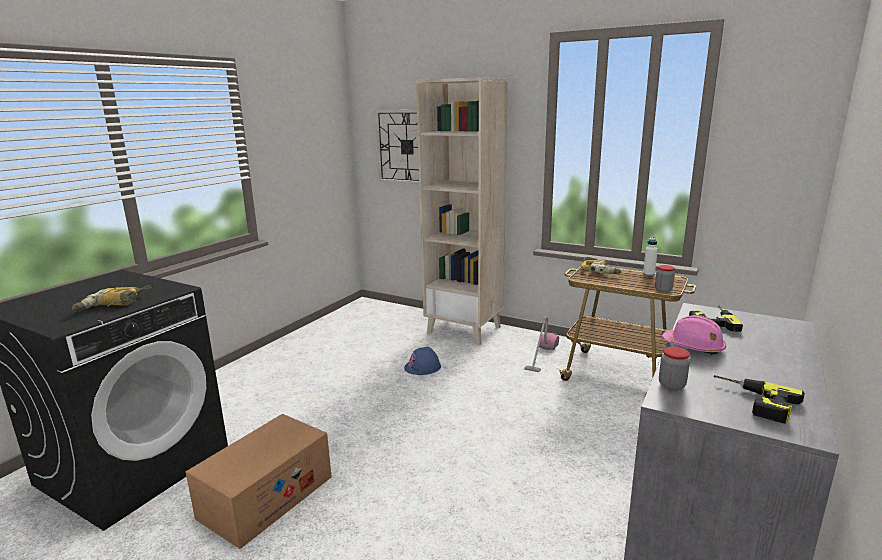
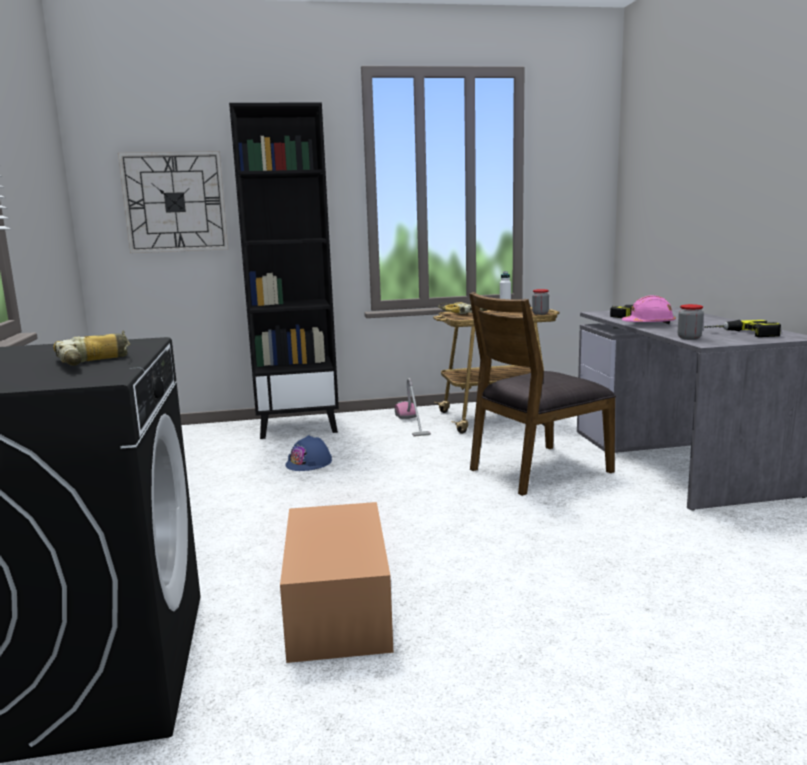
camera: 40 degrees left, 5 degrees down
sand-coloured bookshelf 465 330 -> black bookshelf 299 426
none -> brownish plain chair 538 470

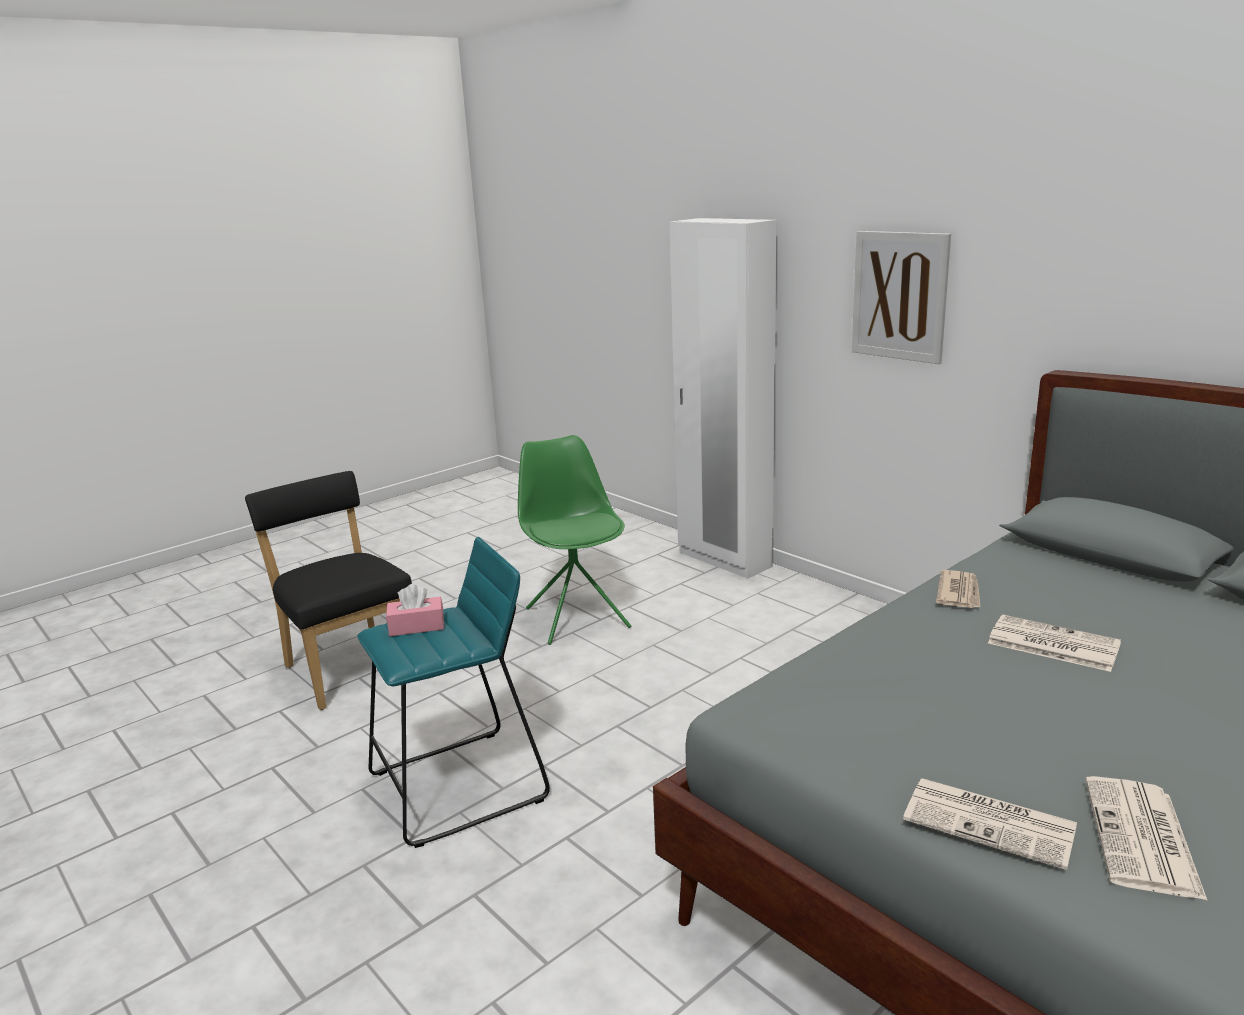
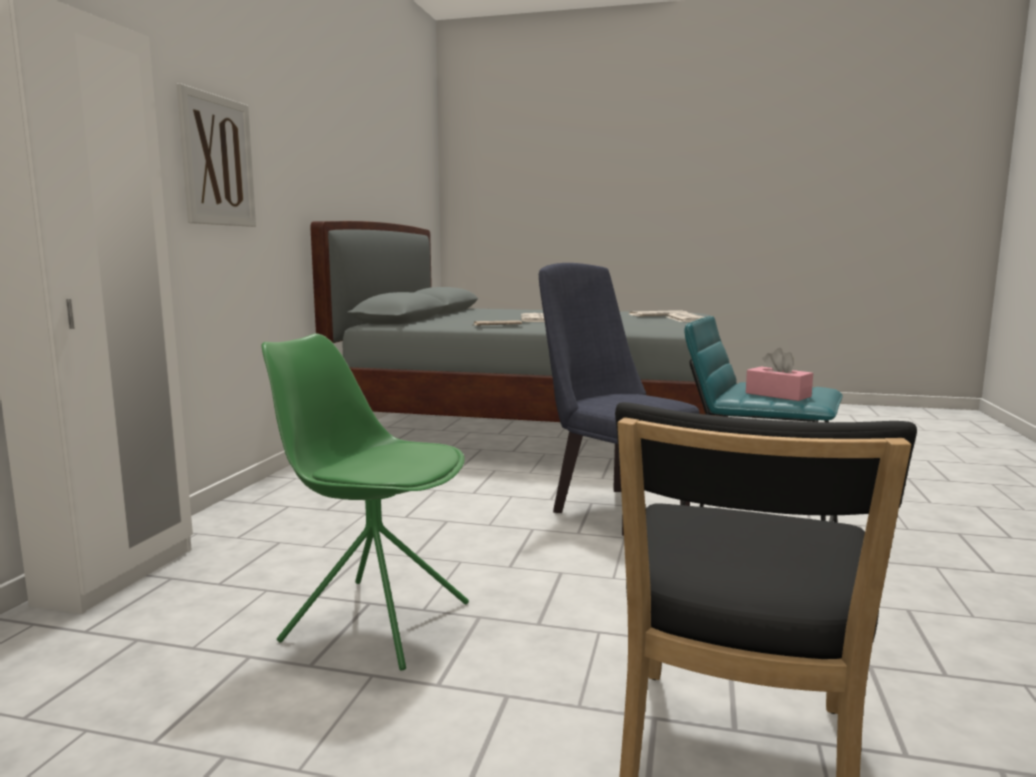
camera: 125 degrees left, 10 degrees down
green-coloured plain chair 577 617 -> green-coloured plain chair 374 621, 75 degrees clockwise
none -> blue-coloured plain chair 611 508

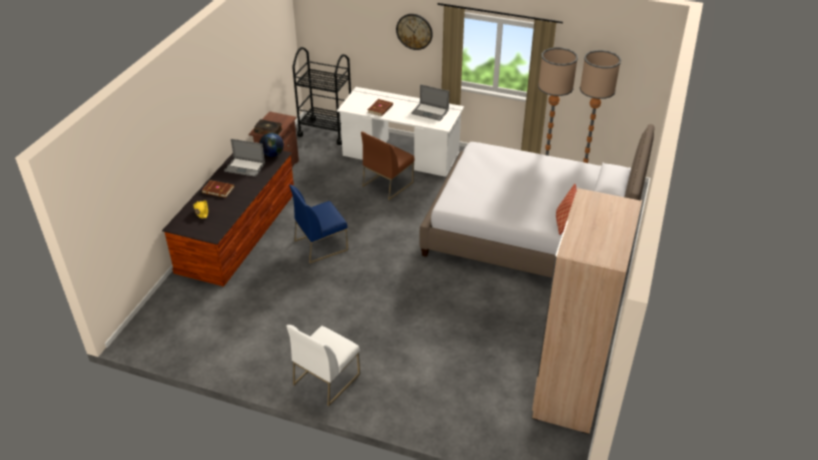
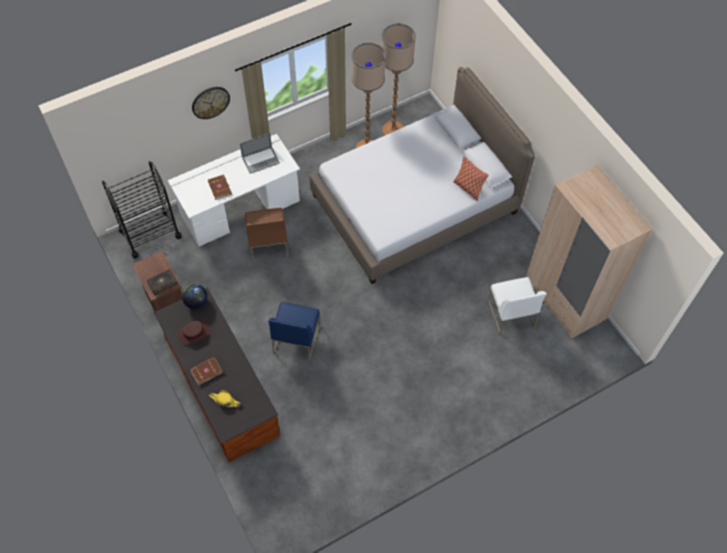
camera: 50 degrees left, 20 degrees up
notebook computer 244 167 -> brownish hat 194 333
whitish plain chair 326 379 -> whitish plain chair 510 314, moved

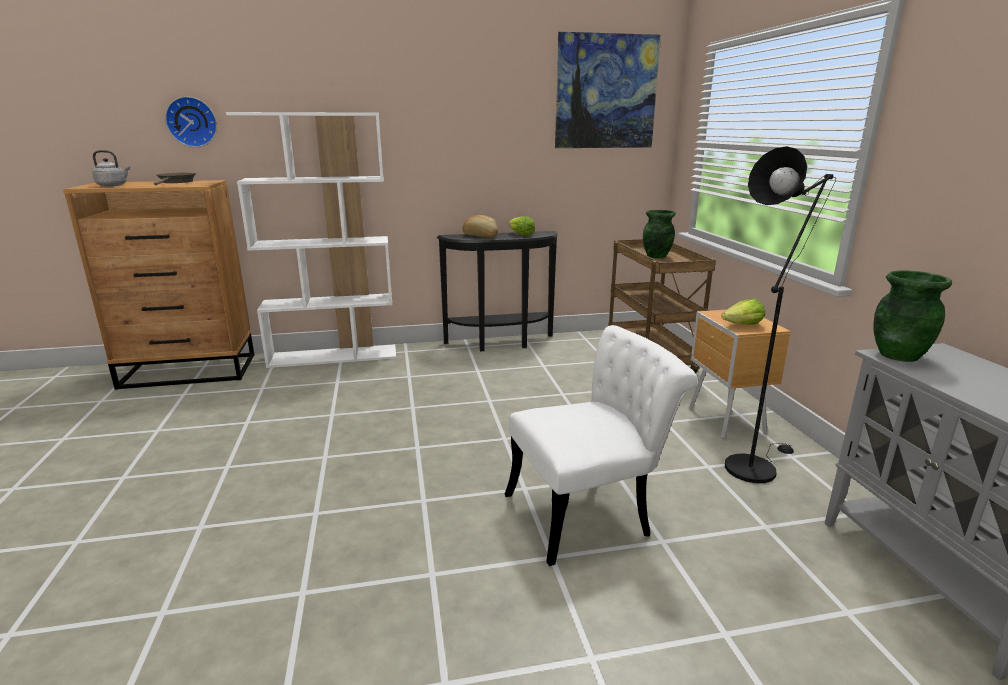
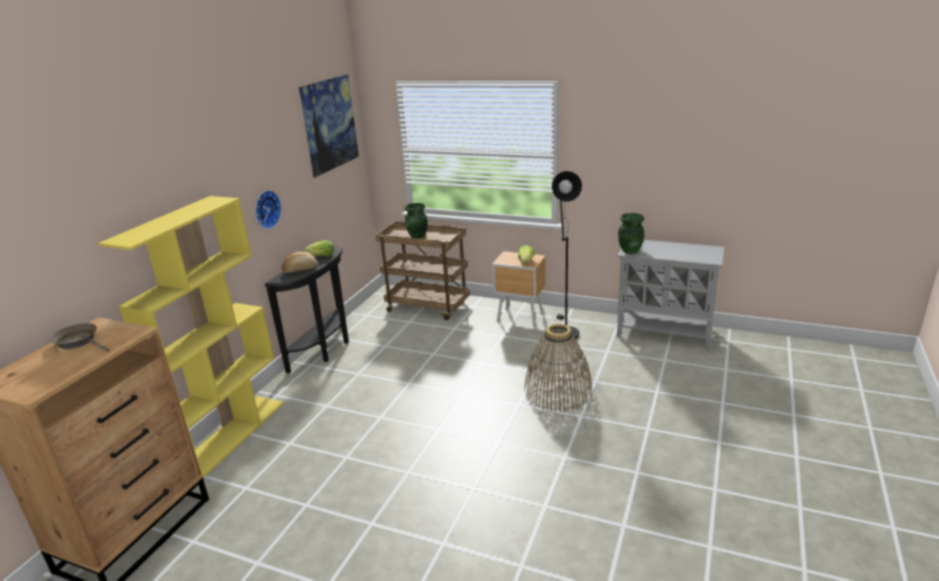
camera: 55 degrees left, 5 degrees up
whitish bookshelf 334 356 -> yellowish bookshelf 232 434
wall clock 192 122 -> wall clock 265 209, moved
whitish plain chair 590 512 -> basket 558 392
gray tea kettle 113 185 -> none

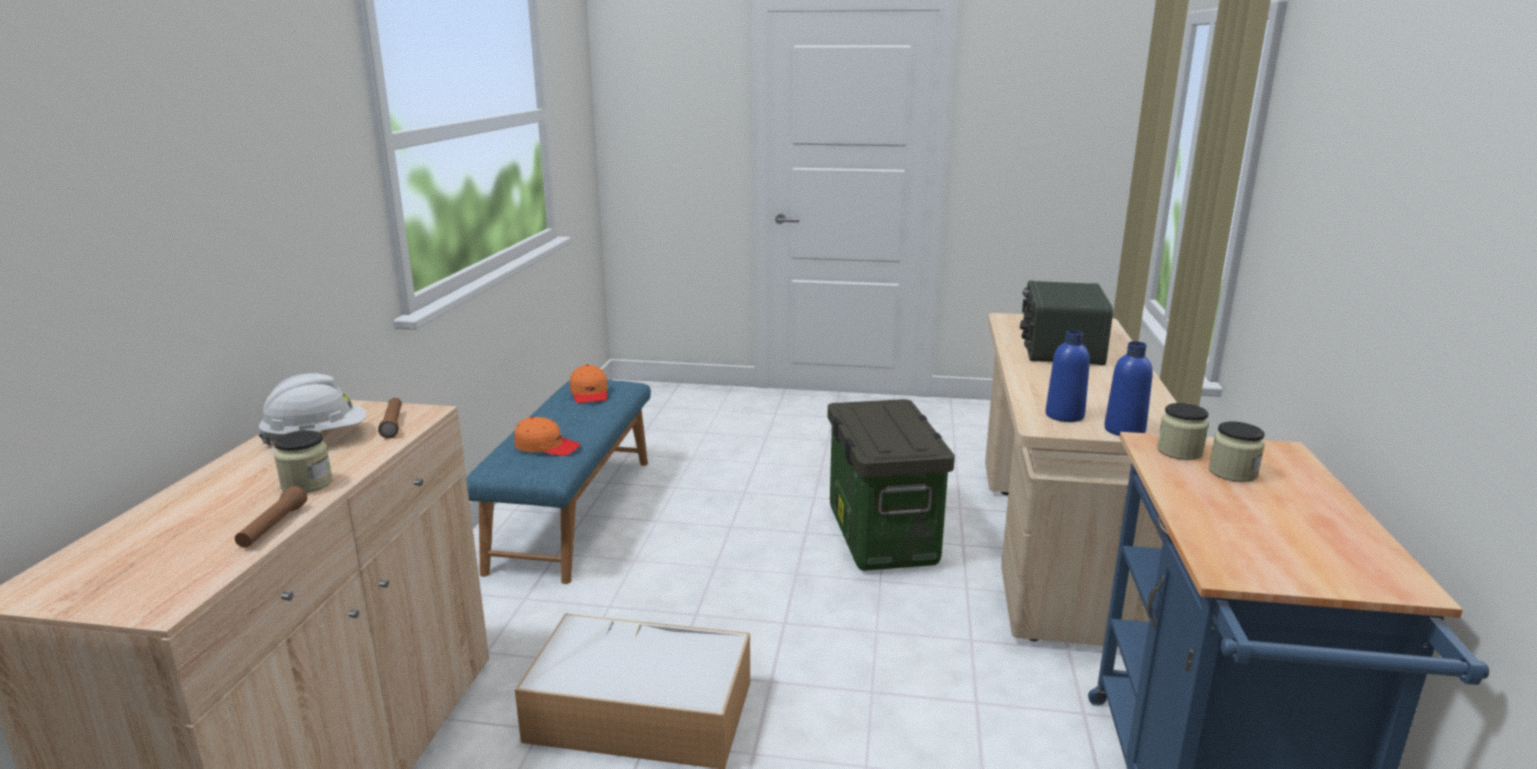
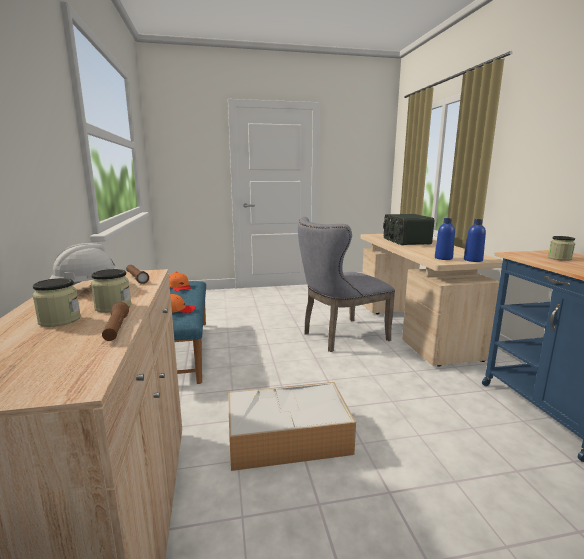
camera: 20 degrees left, 5 degrees down
jar 1179 451 -> jar 59 320, moved
storage container 879 535 -> gray plain chair 339 336

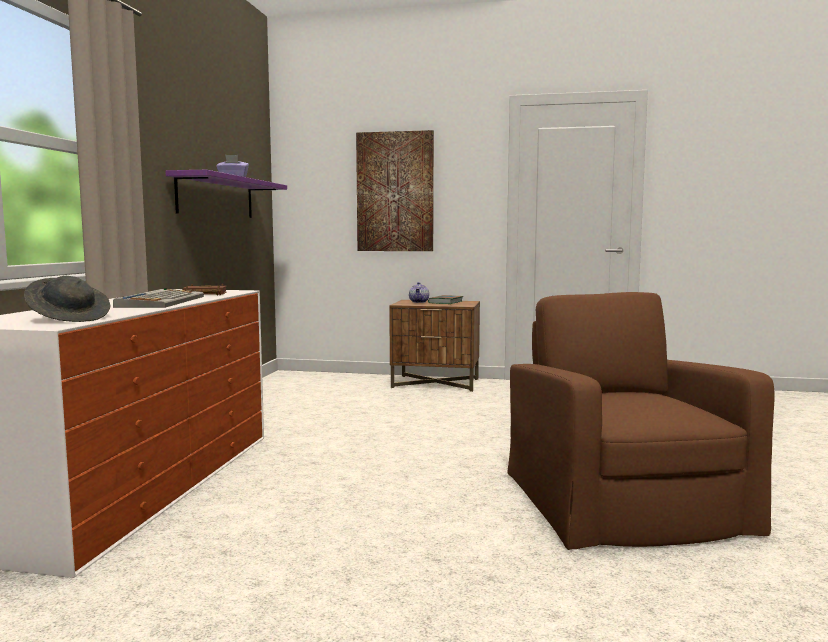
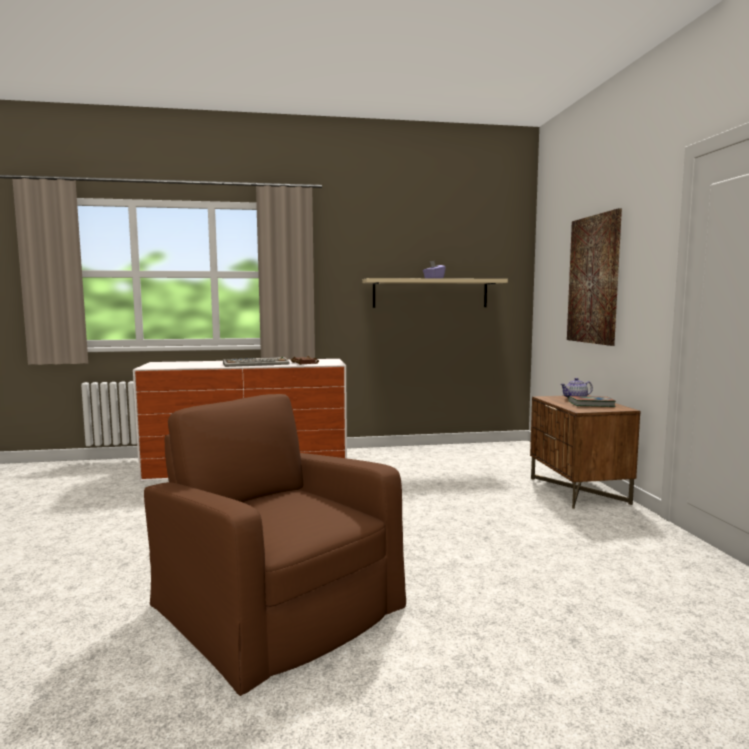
camera: 70 degrees right, 0 degrees up
brownish armchair 622 500 -> brownish armchair 275 604, 105 degrees counterclockwise
purplish wall shelf 216 197 -> sand-coloured wall shelf 430 293
gray hat 70 318 -> none

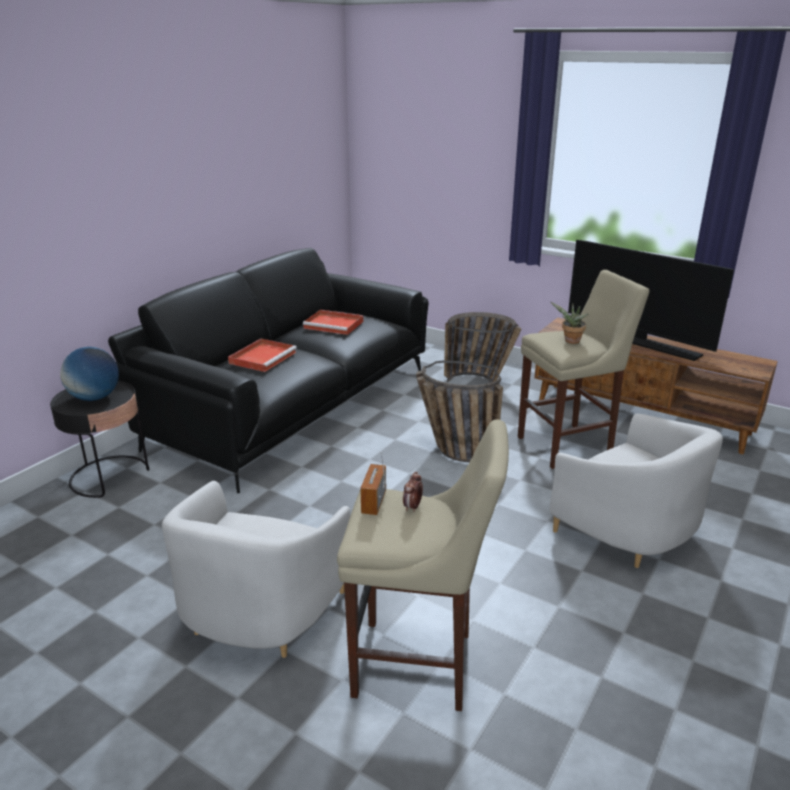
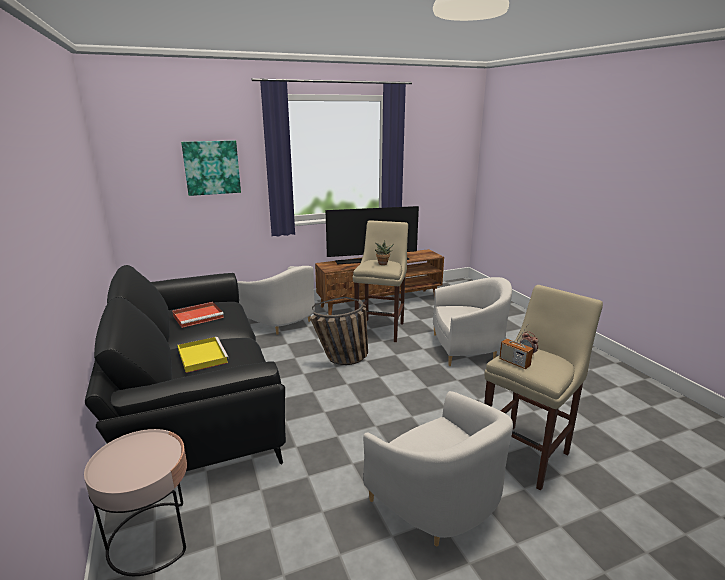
camera: 55 degrees left, 5 degrees down
black end table 110 476 -> pinkish end table 153 537
red serving tray 263 357 -> yellowish serving tray 202 356
none -> picture 212 167
basket 480 381 -> whitish armchair 282 322
world globe 95 398 -> none

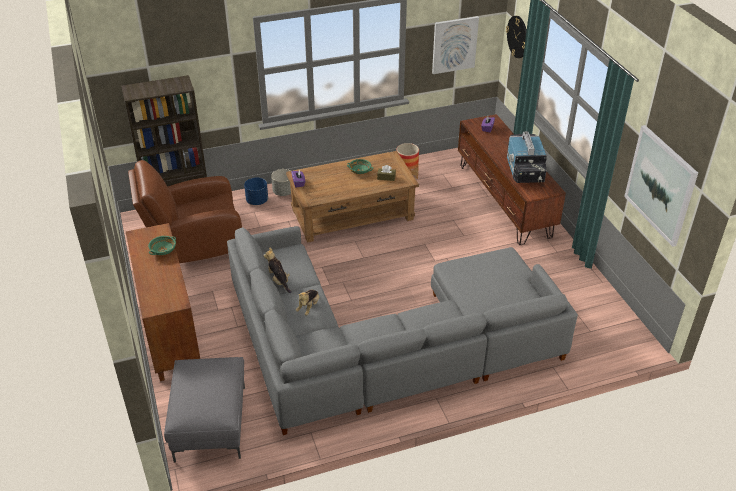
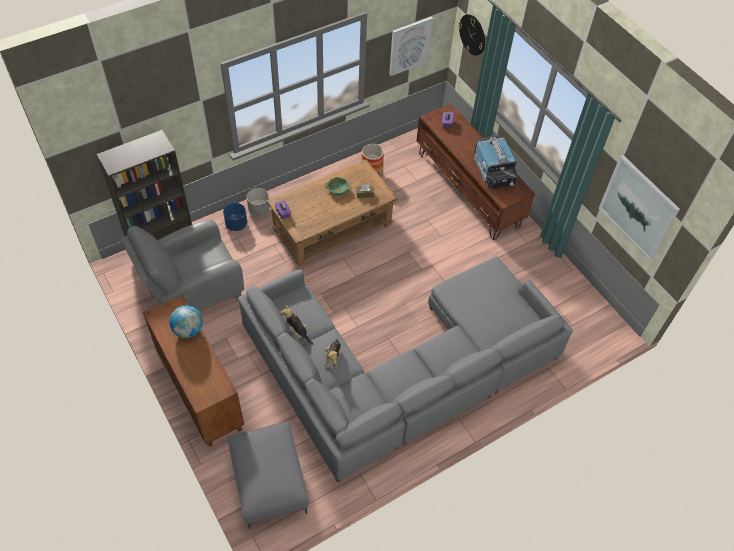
camera: 15 degrees left, 15 degrees up
brownish armchair 194 248 -> gray armchair 192 290
green-coloured serving bowl 163 251 -> world globe 188 330

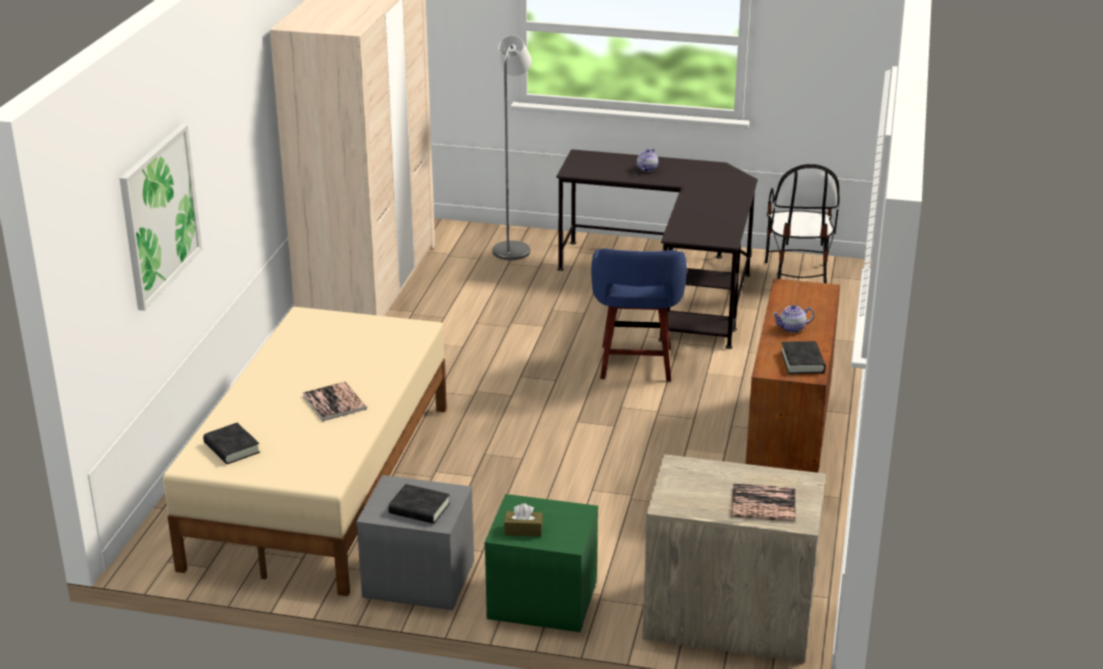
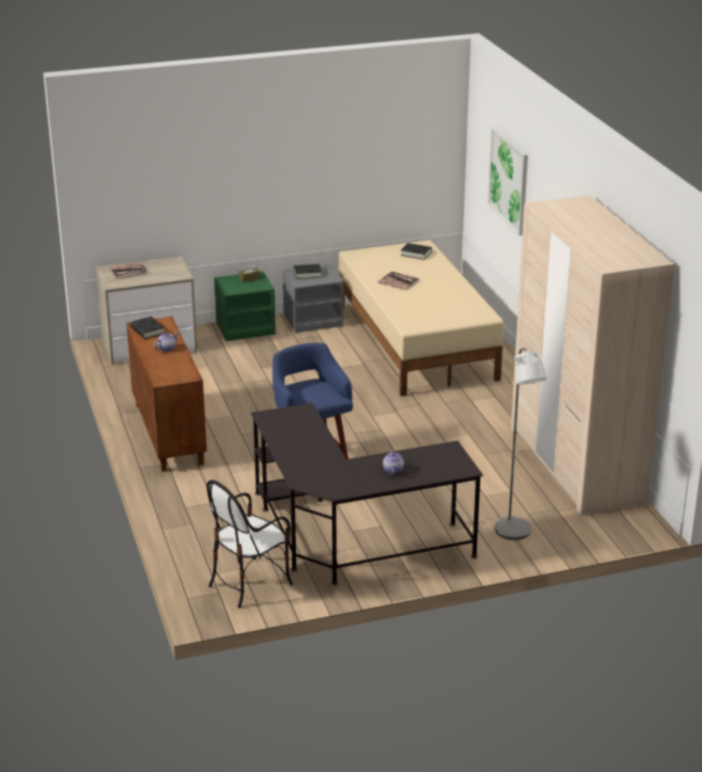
camera: 150 degrees right, 0 degrees up
plain chair 797 276 -> plain chair 249 583, 105 degrees counterclockwise

